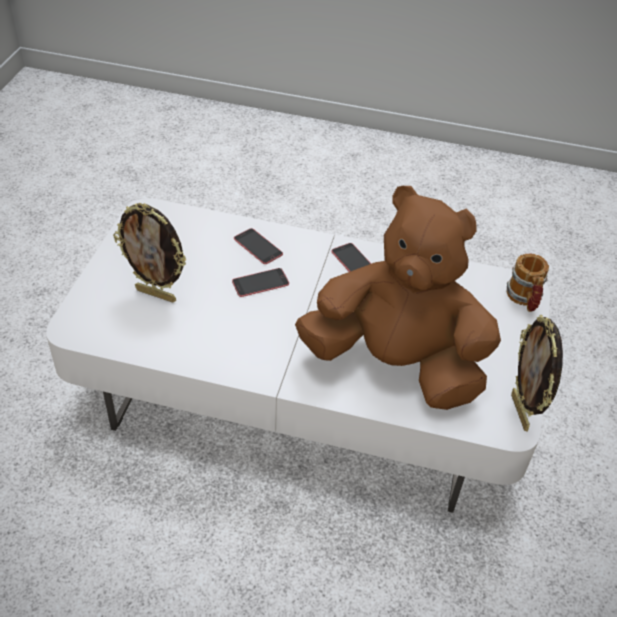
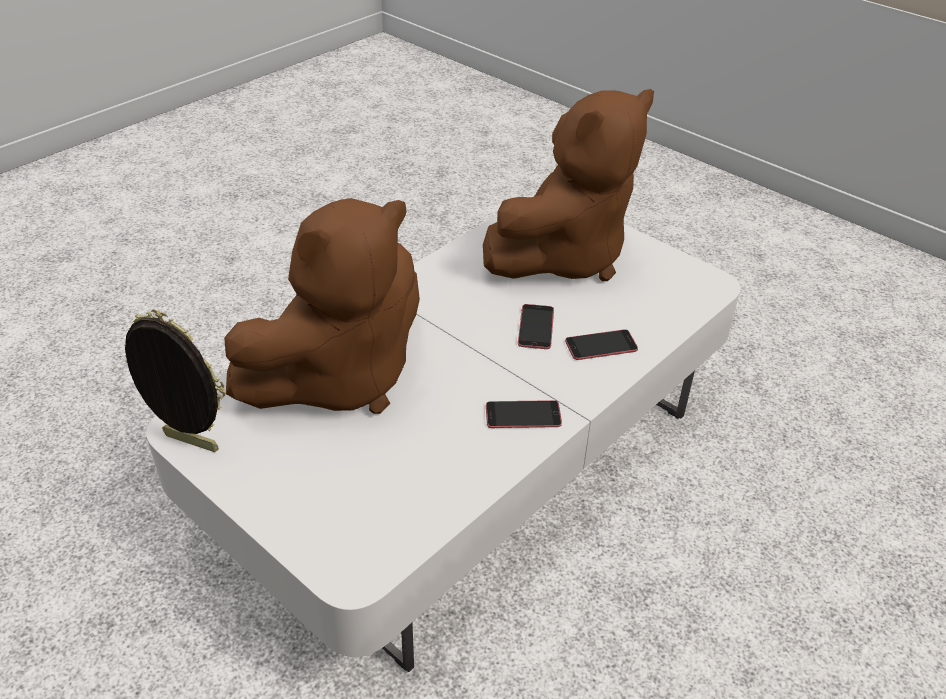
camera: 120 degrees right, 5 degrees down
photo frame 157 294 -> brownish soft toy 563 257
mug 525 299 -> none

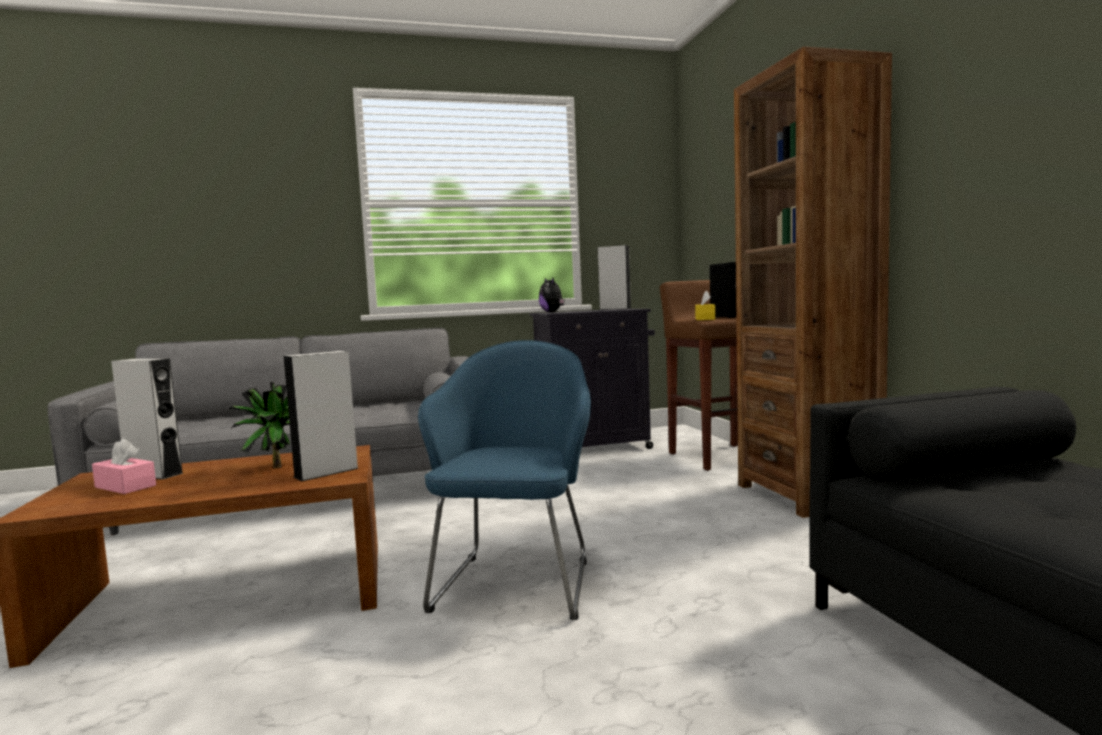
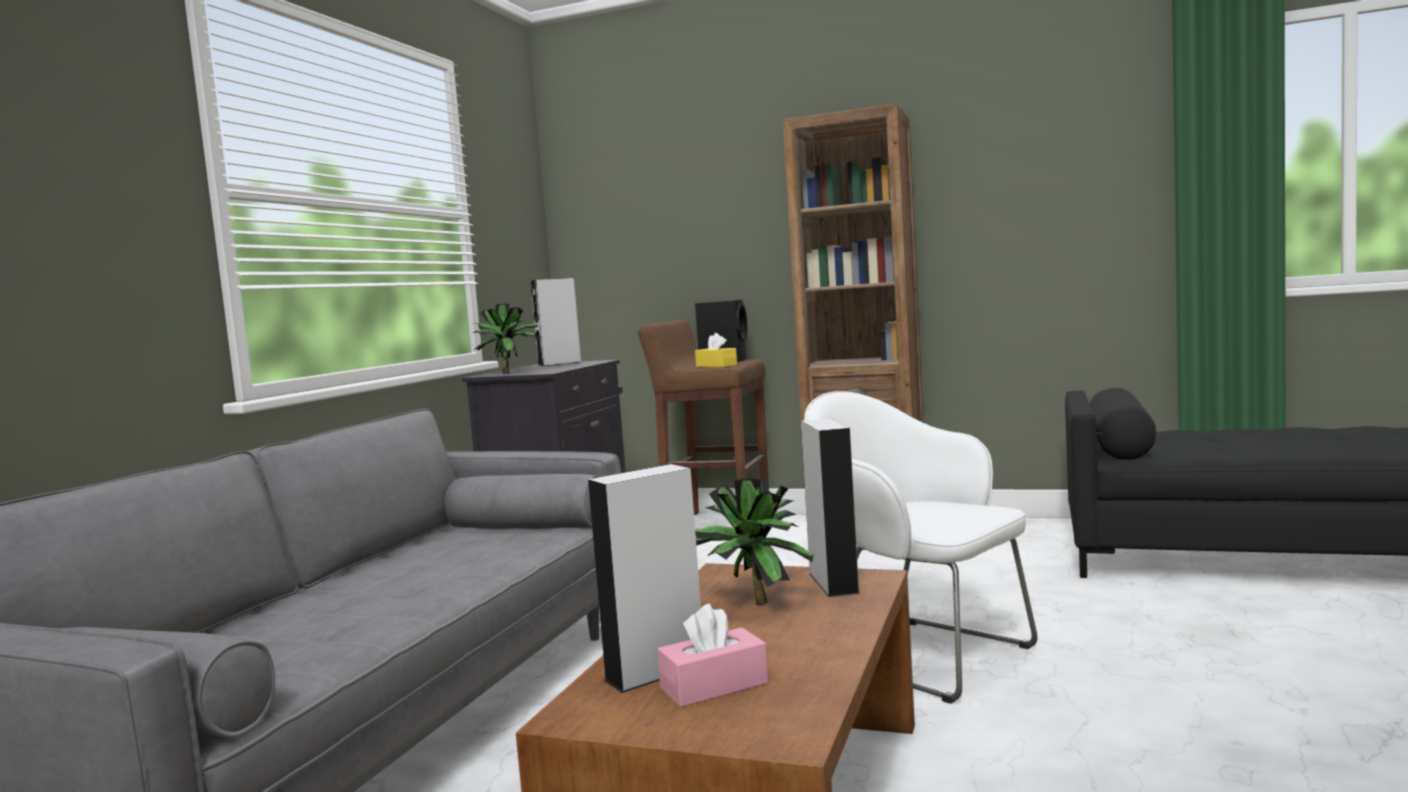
camera: 55 degrees left, 0 degrees up
soft toy 552 312 -> potted plant 510 373
blue-coloured armchair 517 580 -> whitish armchair 920 654

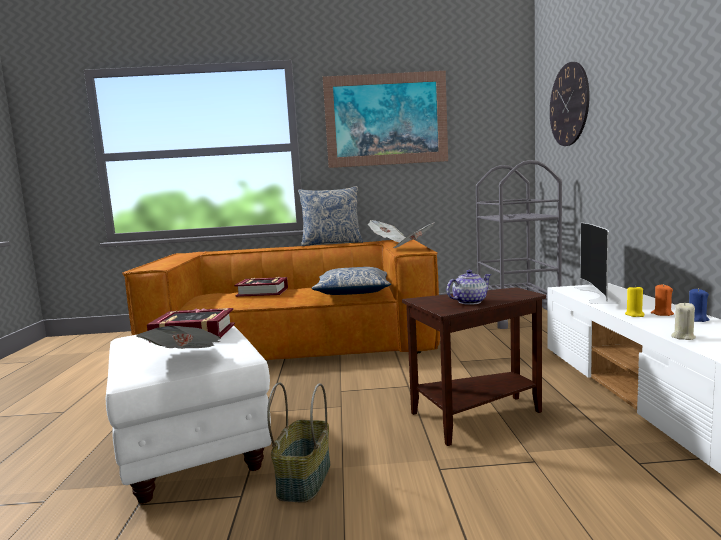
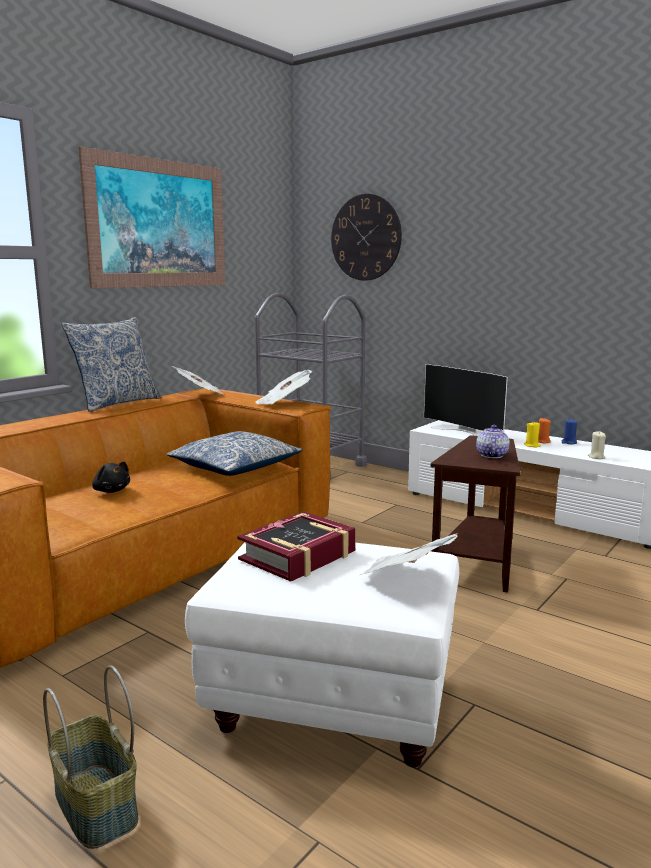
camera: 50 degrees left, 5 degrees up
basket 303 479 -> basket 94 806, moved
bound book 262 292 -> black soft toy 111 491

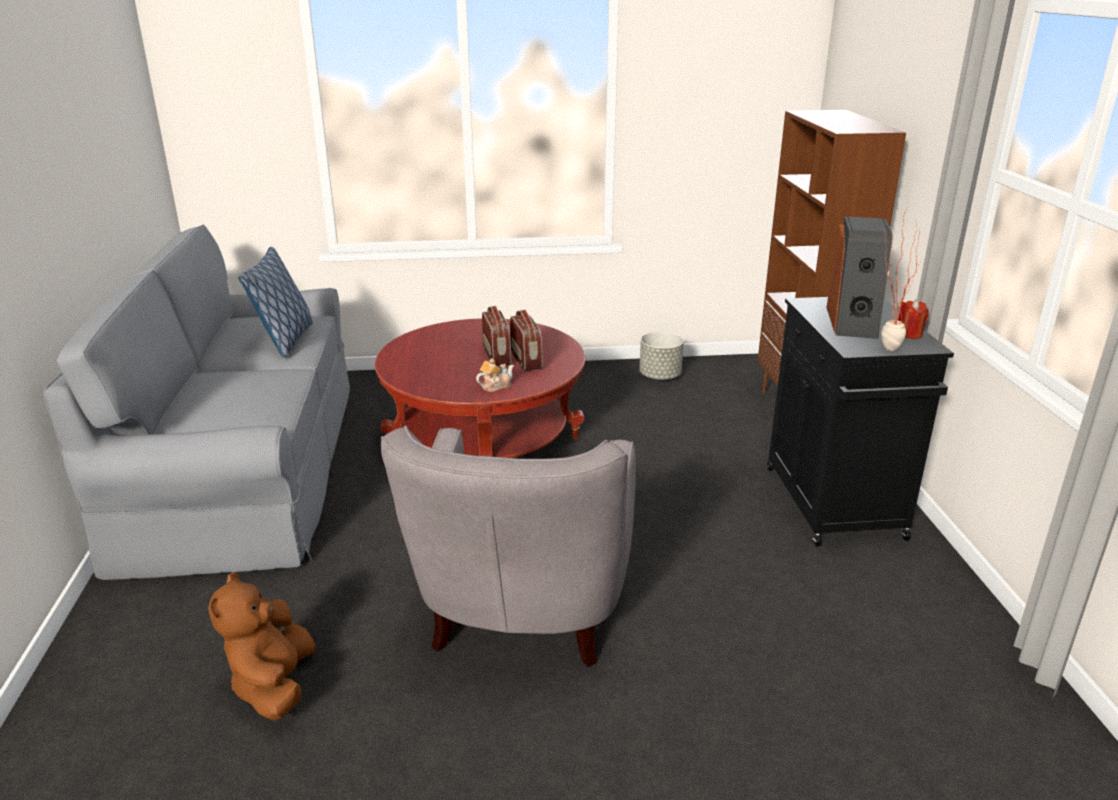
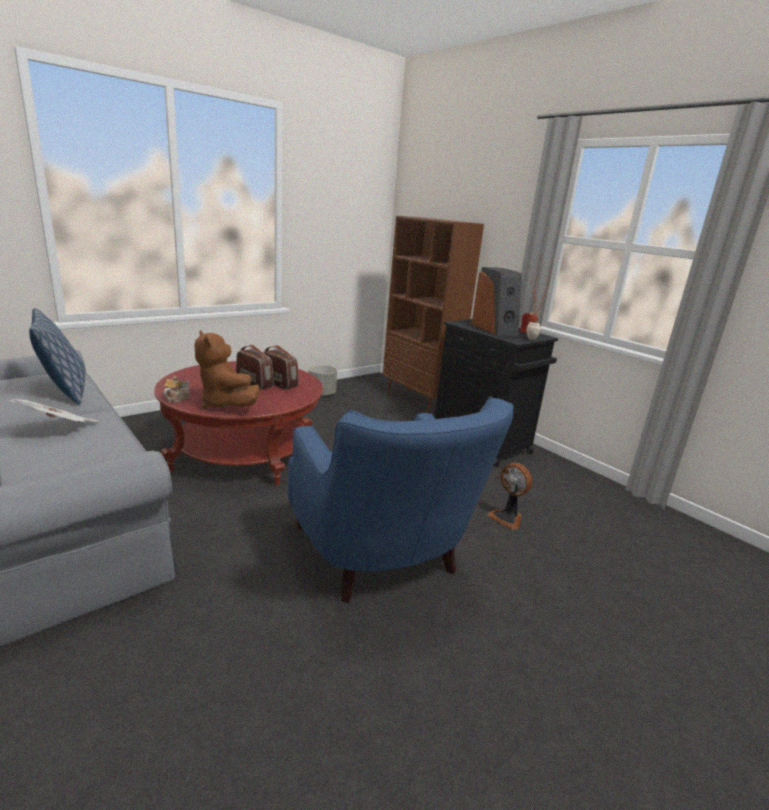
camera: 35 degrees left, 5 degrees down
none -> daily paper 59 428
teapot 495 386 -> teapot 177 398, moved
brownish soft toy 274 685 -> brownish soft toy 225 404, moved
gray armchair 523 614 -> blue-coloured armchair 381 556
none -> cooling fan 507 518

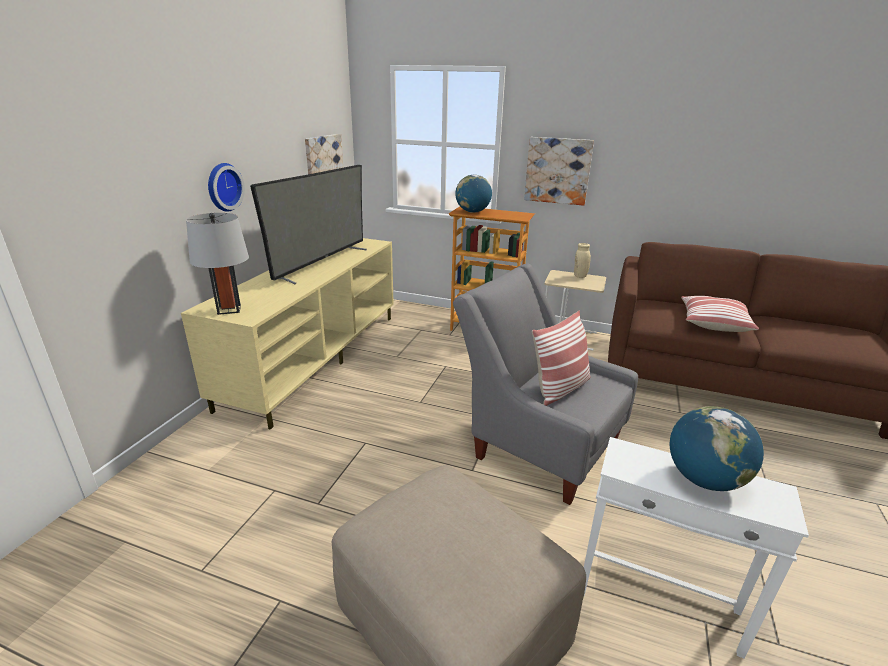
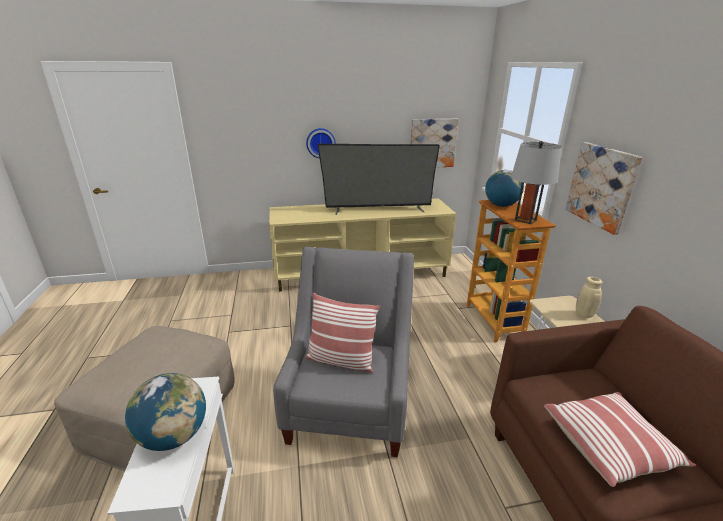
camera: 60 degrees right, 0 degrees up
gray lamp for a table 229 309 -> gray lamp for a table 525 220, moved

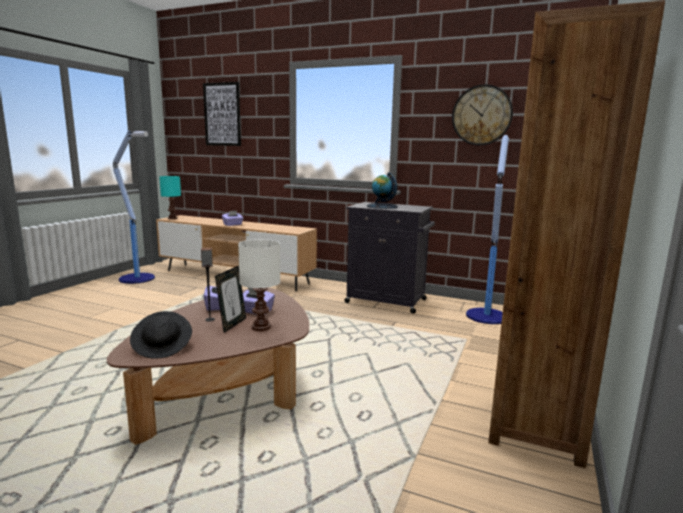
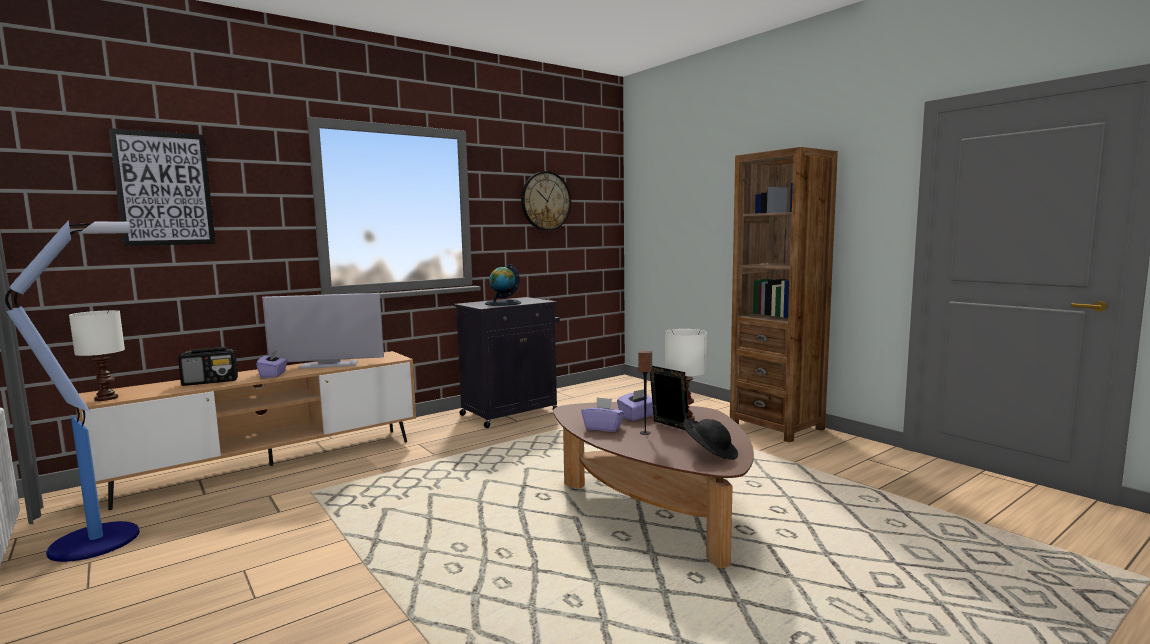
camera: 60 degrees left, 5 degrees down
turquoise-coloured lamp for a table 172 218 -> whitish lamp for a table 105 398
none -> radio set 210 382
none -> TV set 328 365
standing lamp 486 315 -> none

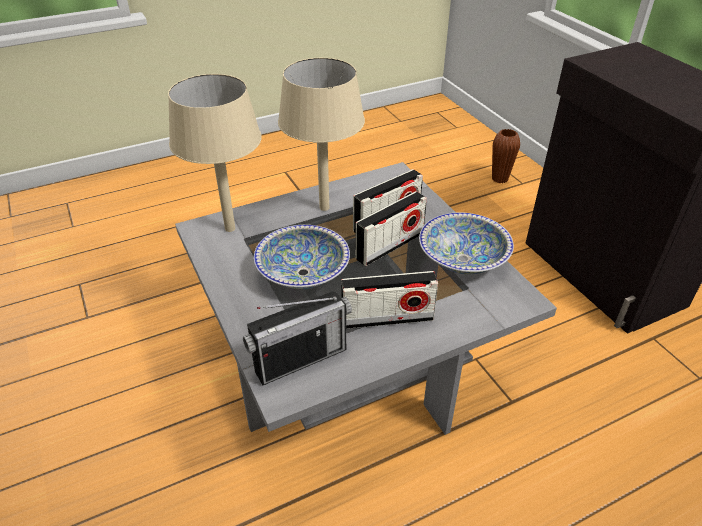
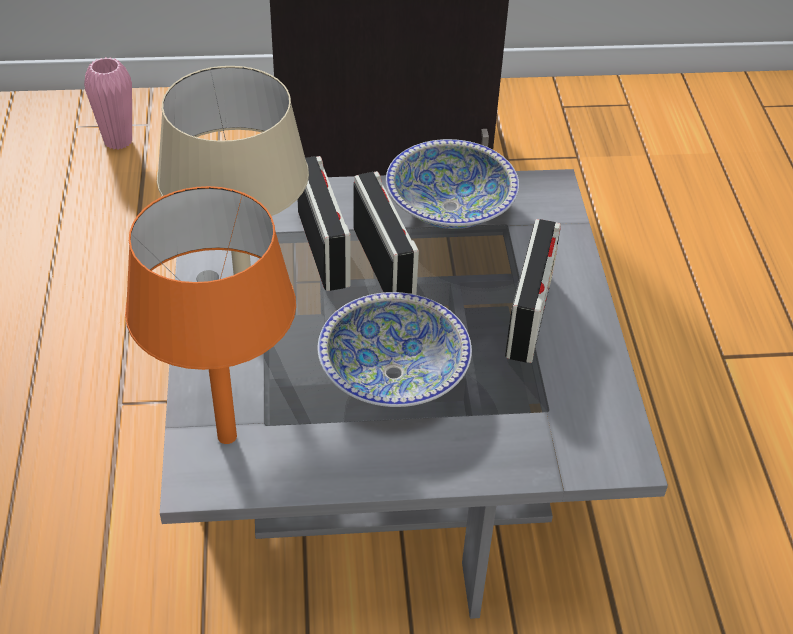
camera: 70 degrees left, 5 degrees up
brownish decorative vase 499 179 -> pinkish decorative vase 118 141
sand-coloured lamp for a table 229 228 -> orange-coloured lamp for a table 226 437
radio set 300 359 -> none

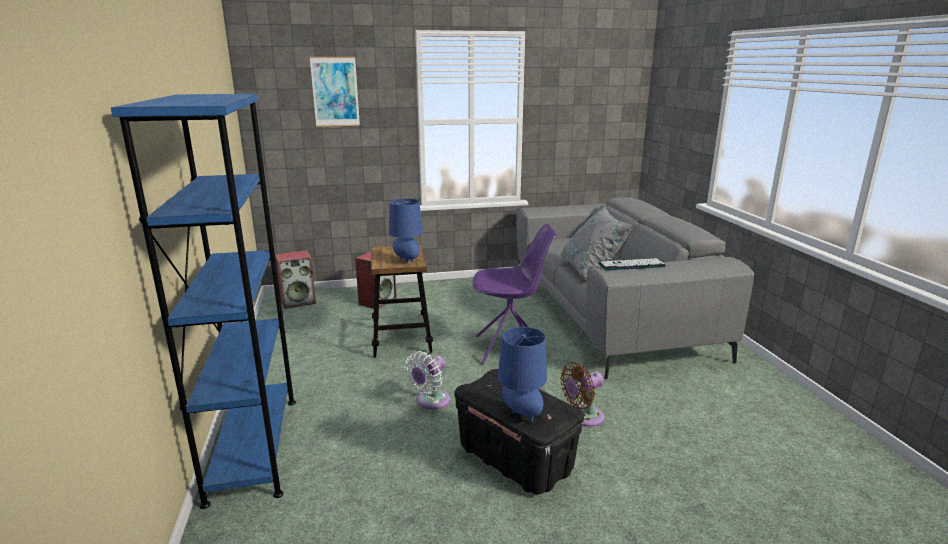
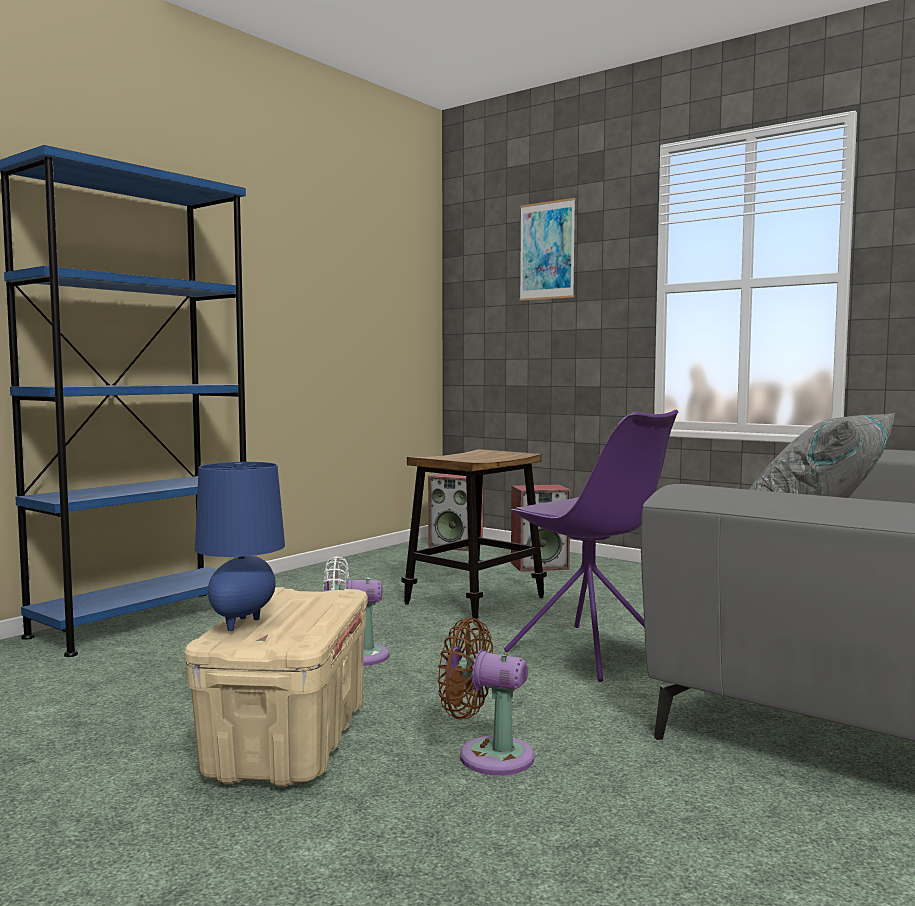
camera: 50 degrees right, 15 degrees down
black storage container 514 459 -> sand-coloured storage container 287 741
blue-coloured lamp for a table 407 260 -> none
computer keyboard 631 265 -> none

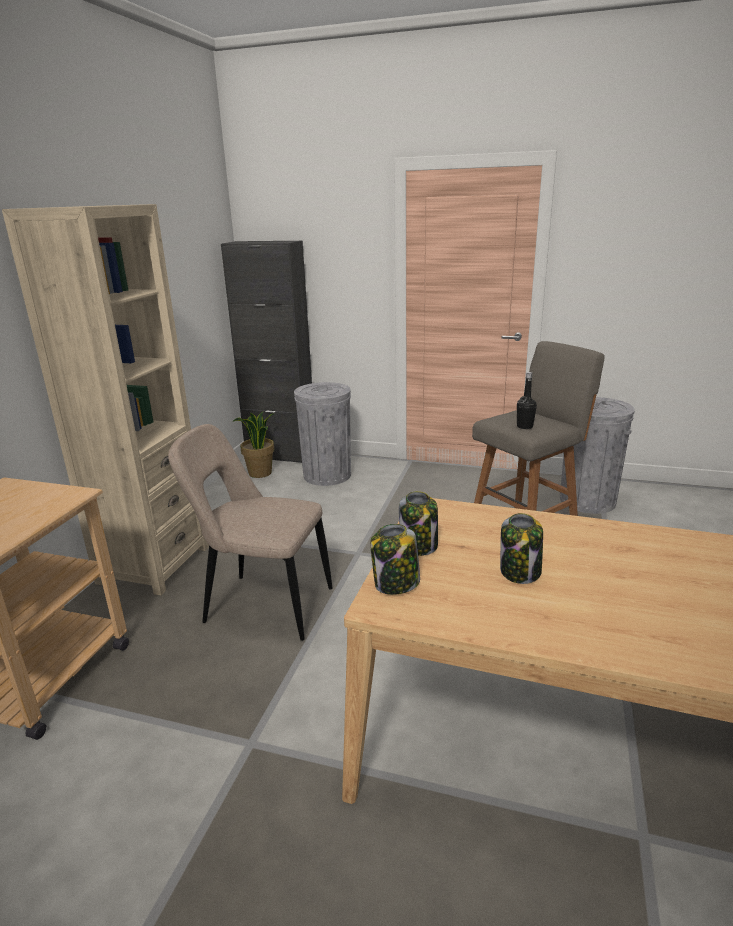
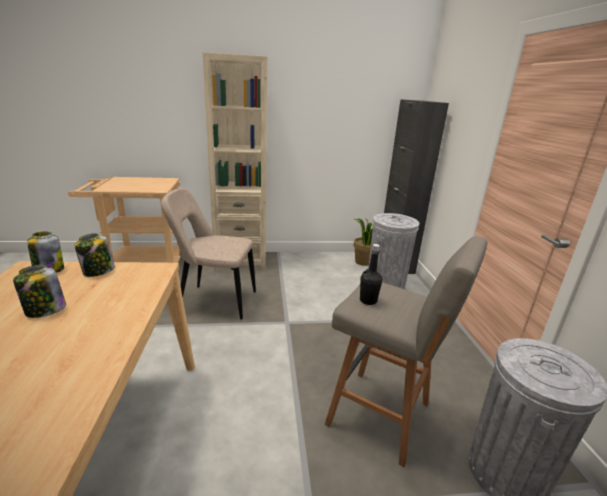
camera: 65 degrees right, 0 degrees up
sand-coloured plain chair 263 605 -> sand-coloured plain chair 214 301, 75 degrees counterclockwise

